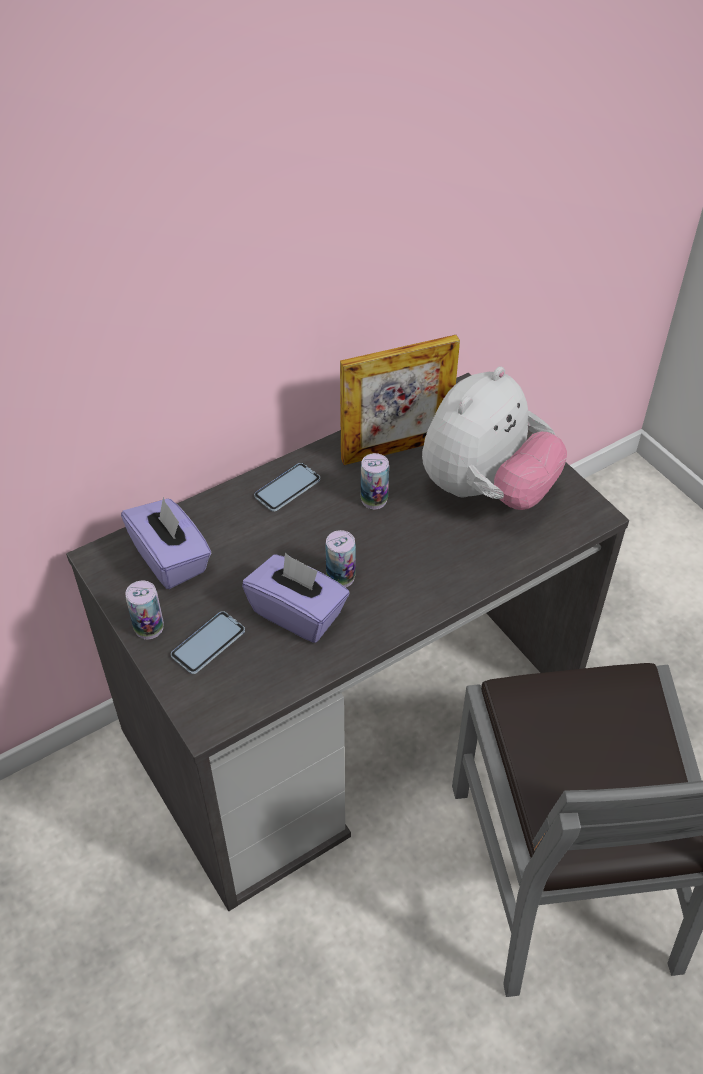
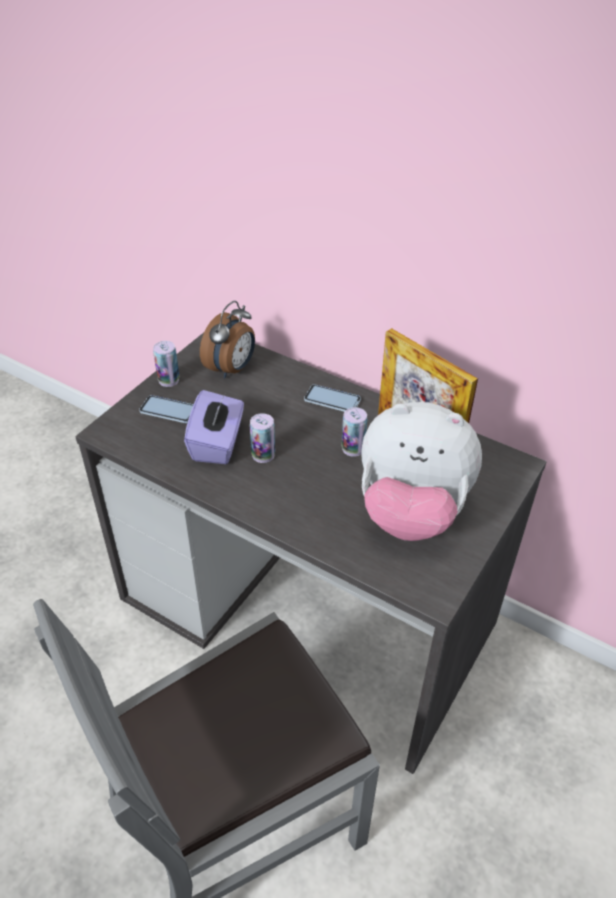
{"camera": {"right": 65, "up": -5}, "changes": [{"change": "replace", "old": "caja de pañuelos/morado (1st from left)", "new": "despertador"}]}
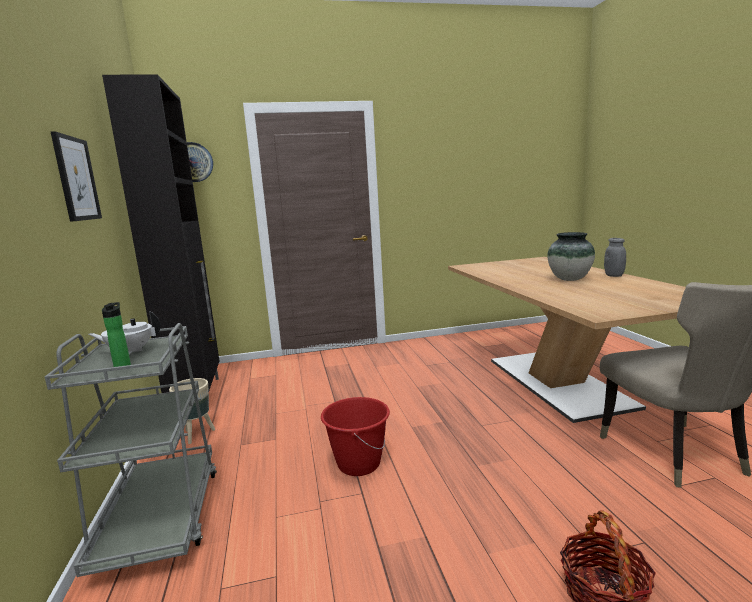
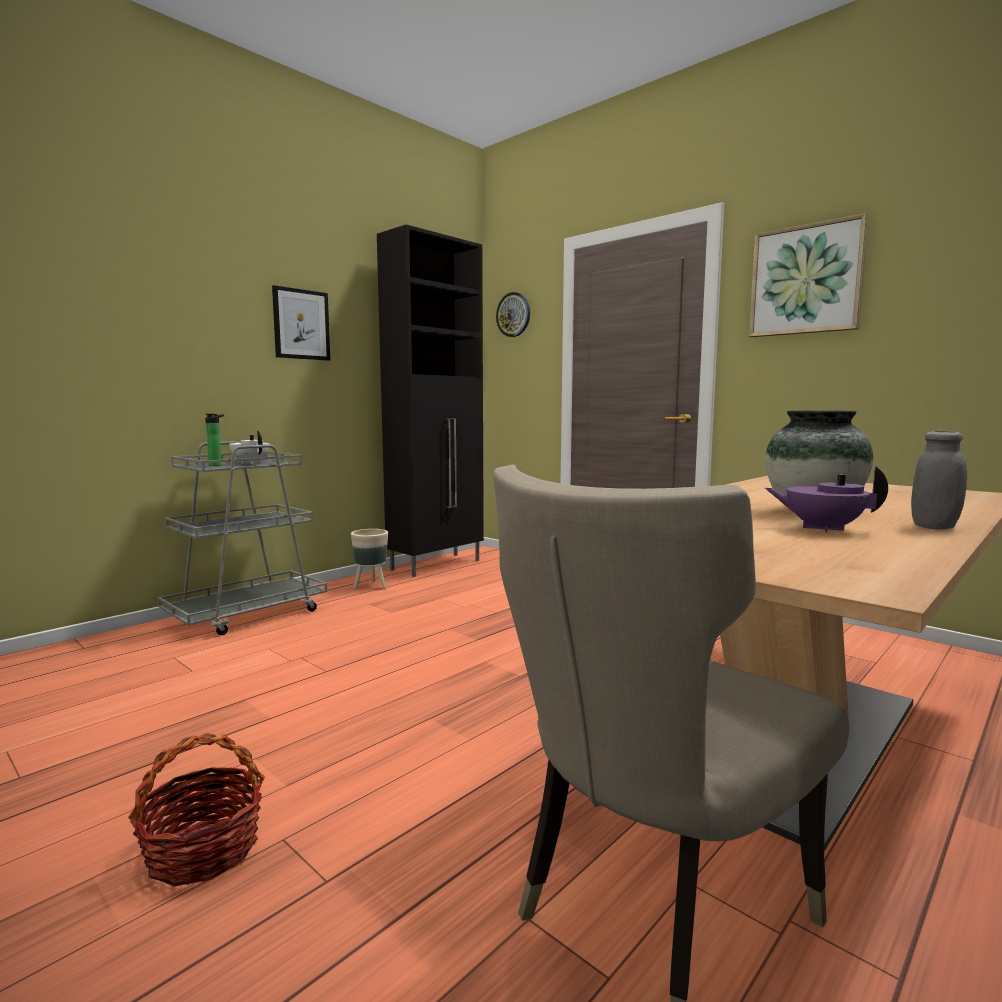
{"camera": {"right": 55, "up": -5}, "changes": [{"change": "delete", "old": "cubo/rojo"}, {"change": "insert", "new": "cuadro (2nd from left)"}, {"change": "insert", "new": "tetera/morado"}]}
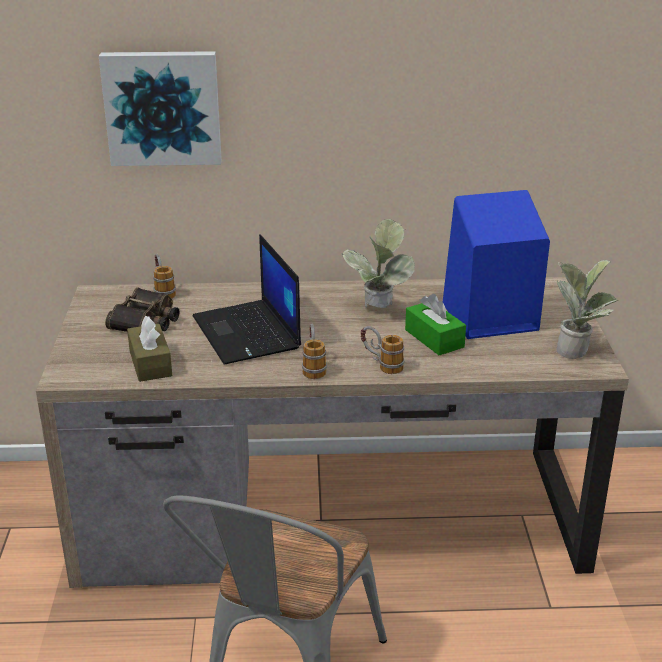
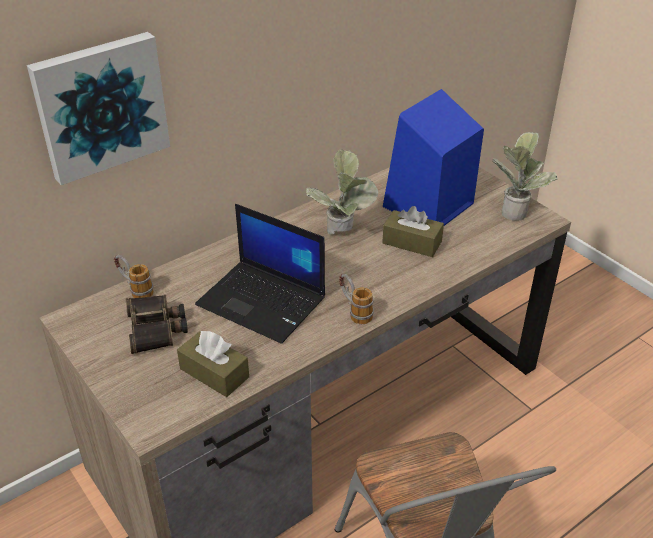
{"camera": {"right": -35, "up": 10}, "changes": [{"change": "recolor", "old": "caja de pañuelos/verde", "new": "caja de pañuelos/marrón (2nd from left)"}, {"change": "delete", "old": "taza grande (3rd from left)"}]}
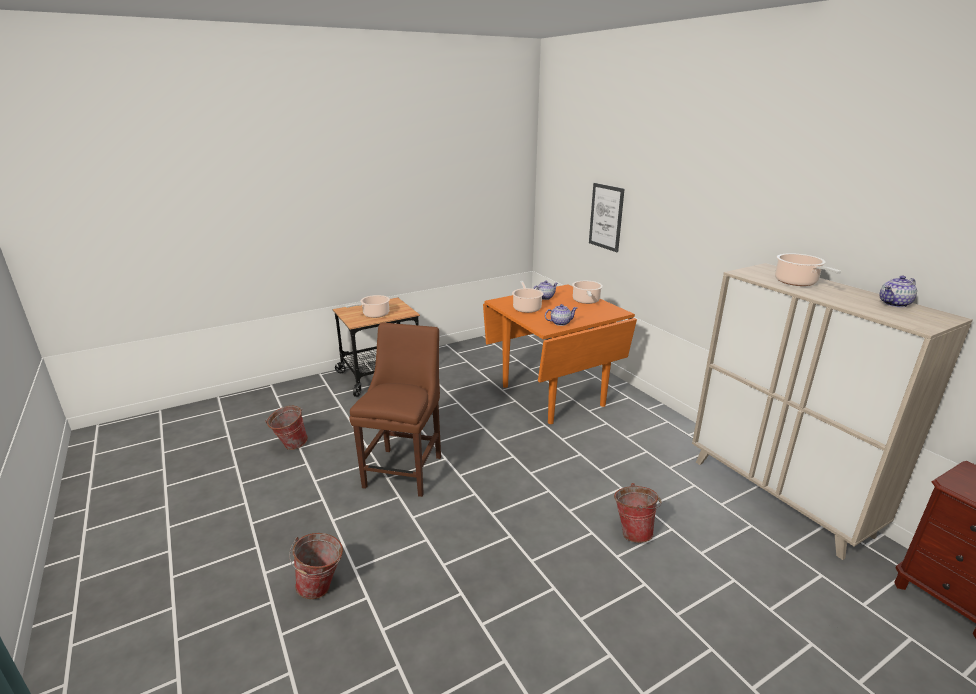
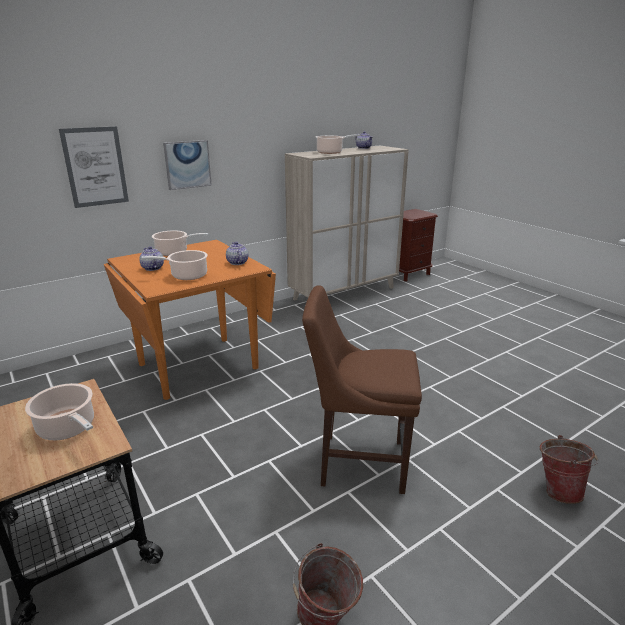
{"camera": {"right": -95, "up": 0}, "changes": [{"change": "delete", "old": "cubo (3rd from left)"}, {"change": "insert", "new": "cuadro (2nd from left)"}]}
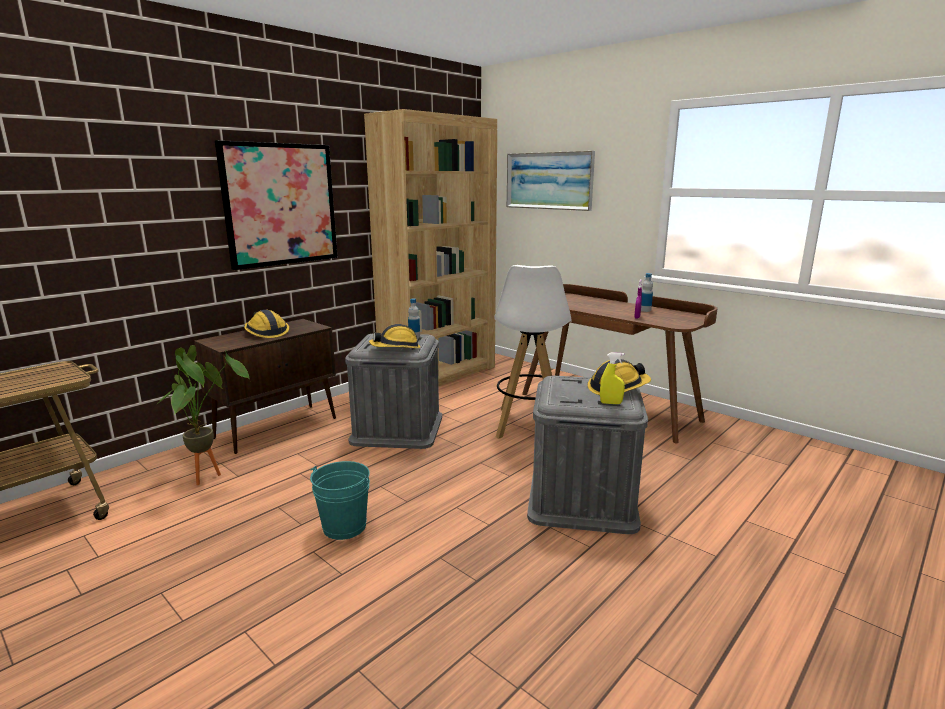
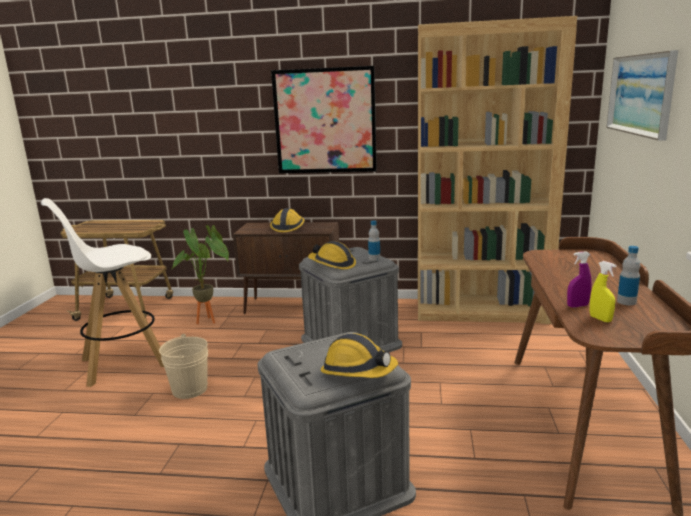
{"camera": {"right": 55, "up": 0}, "changes": [{"change": "move", "old": "taburete/blanco"}, {"change": "move", "old": "pulverizador/amarillo"}, {"change": "recolor", "old": "cubo/turquesa", "new": "cubo/beis"}]}
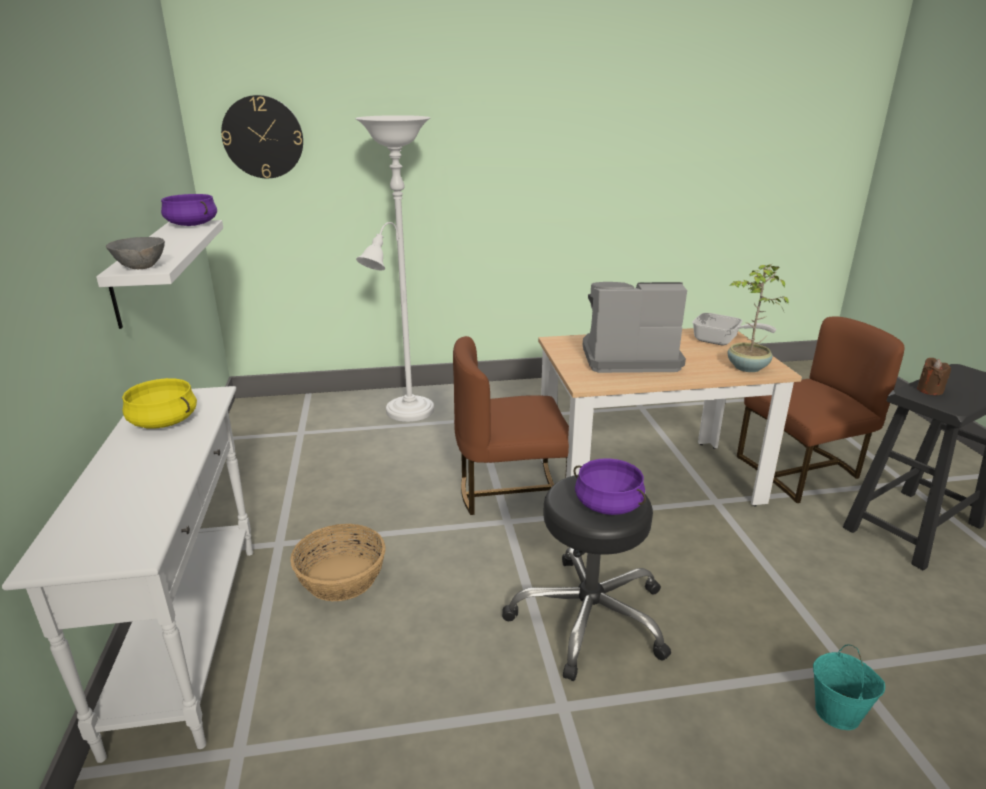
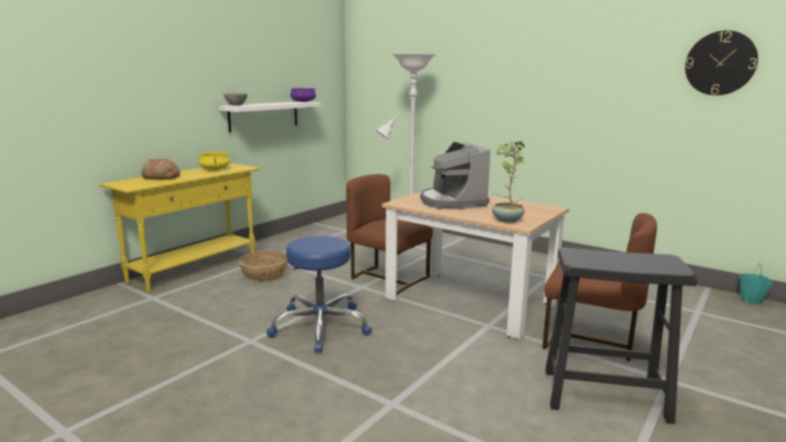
{"camera": {"right": 45, "up": -10}, "changes": [{"change": "move", "old": "reloj de pared"}, {"change": "rotate", "old": "cafetera", "degrees": -150}, {"change": "delete", "old": "sartén"}, {"change": "delete", "old": "vela/marrón"}, {"change": "recolor", "old": "mesa consola/blanco", "new": "mesa consola/amarillo"}, {"change": "delete", "old": "olla/morado (2nd from left)"}, {"change": "recolor", "old": "taburete/negro (1st from left)", "new": "taburete/azul"}, {"change": "move", "old": "cubo/turquesa"}, {"change": "insert", "new": "pan"}]}
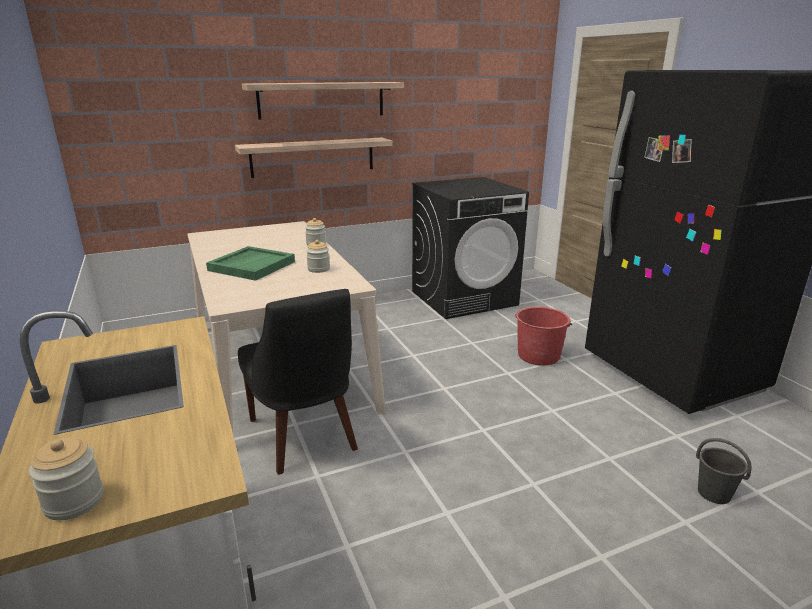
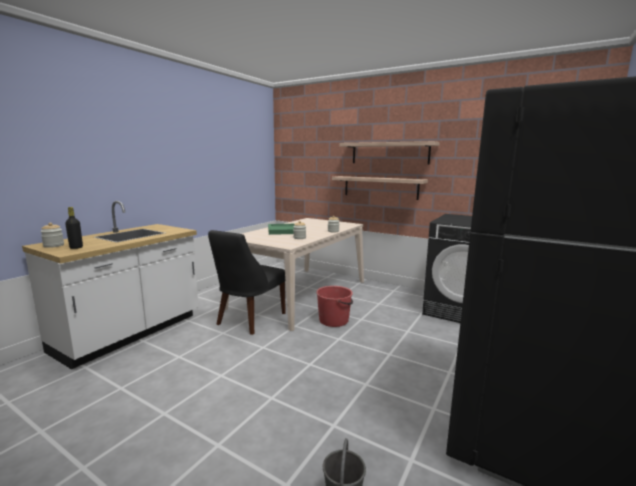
{"camera": {"right": 55, "up": -10}, "changes": [{"change": "move", "old": "cubo/rojo"}, {"change": "insert", "new": "botella/negro"}]}
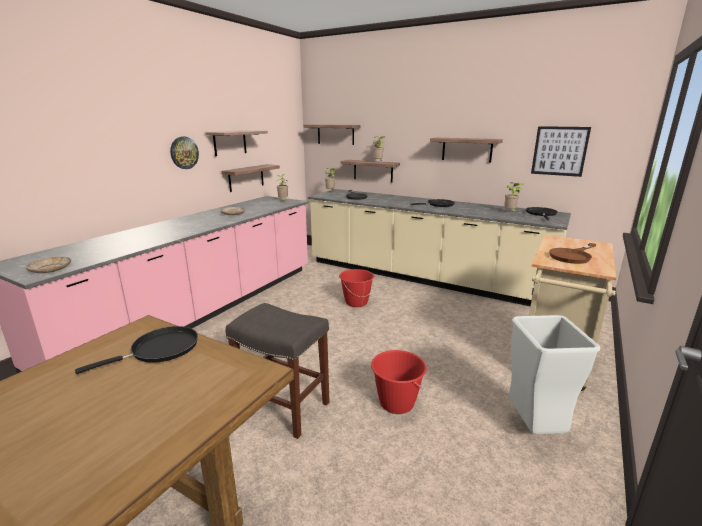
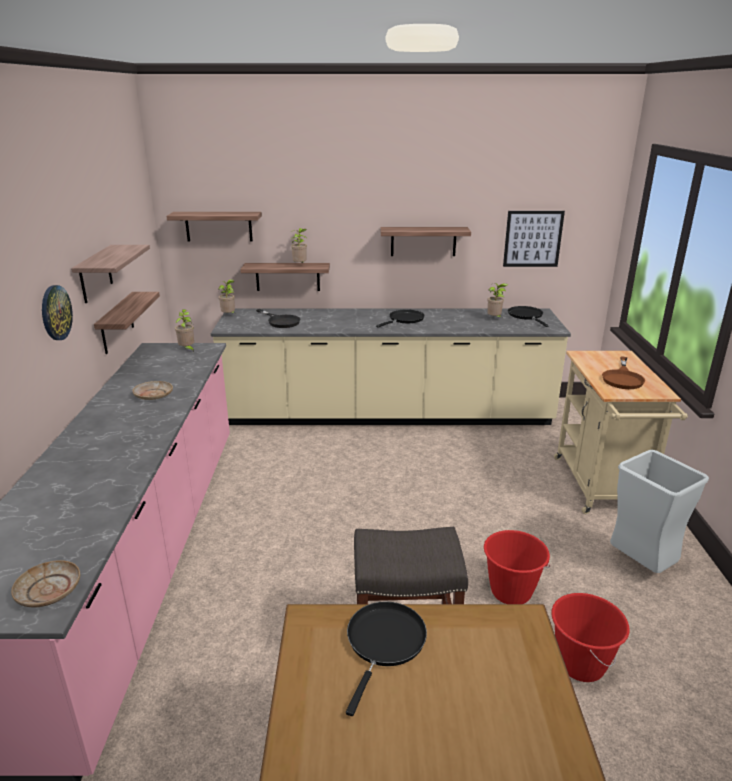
{"camera": {"right": -30, "up": 5}, "changes": [{"change": "move", "old": "cubo/rojo (1st from left in the first image)", "new": "cubo/rojo (2nd from left)"}]}
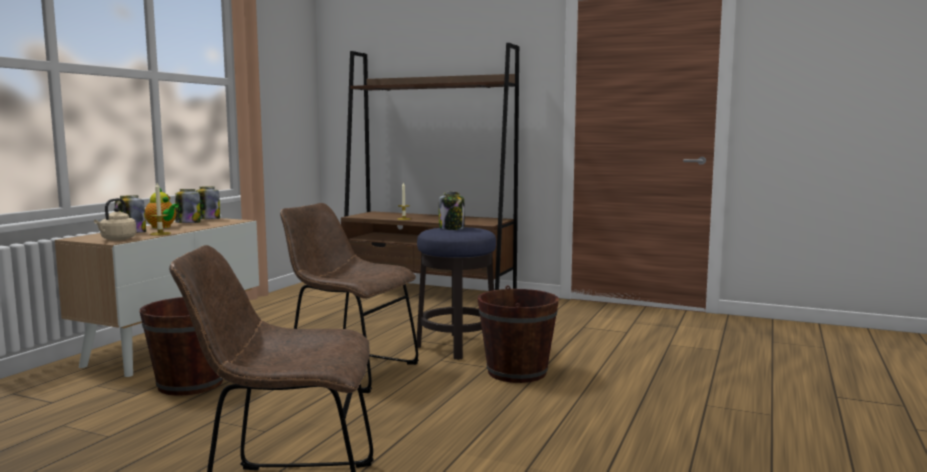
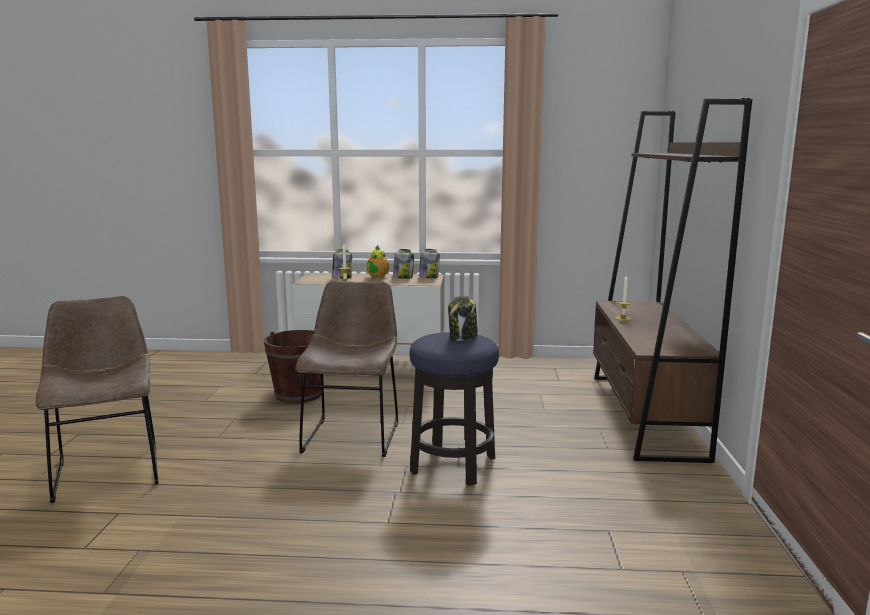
{"camera": {"right": 70, "up": 5}, "changes": [{"change": "delete", "old": "hervidor/beis"}, {"change": "delete", "old": "cubo/marrón (2nd from left)"}]}
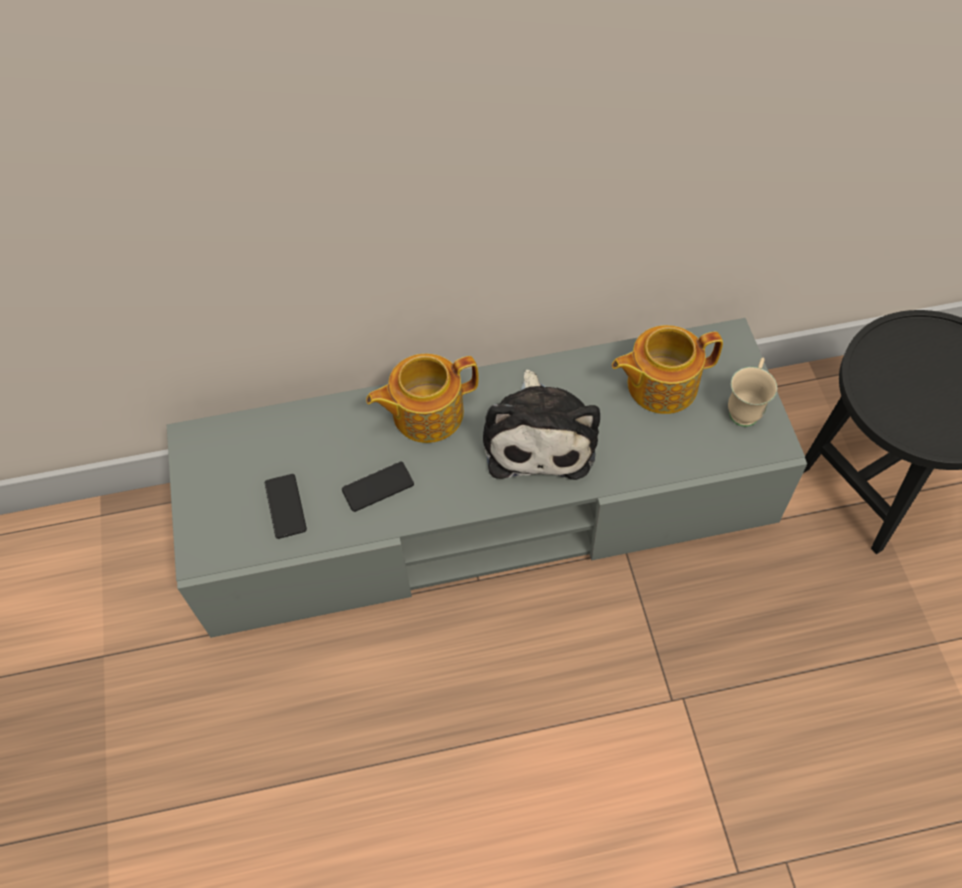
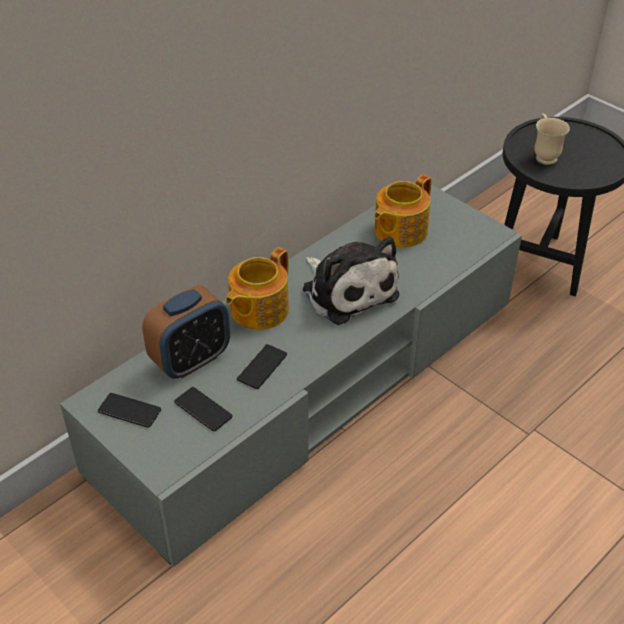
{"camera": {"right": -35, "up": -15}, "changes": [{"change": "move", "old": "taza grande/beis"}, {"change": "insert", "new": "despertador"}, {"change": "insert", "new": "móvil (1st from left)"}]}
